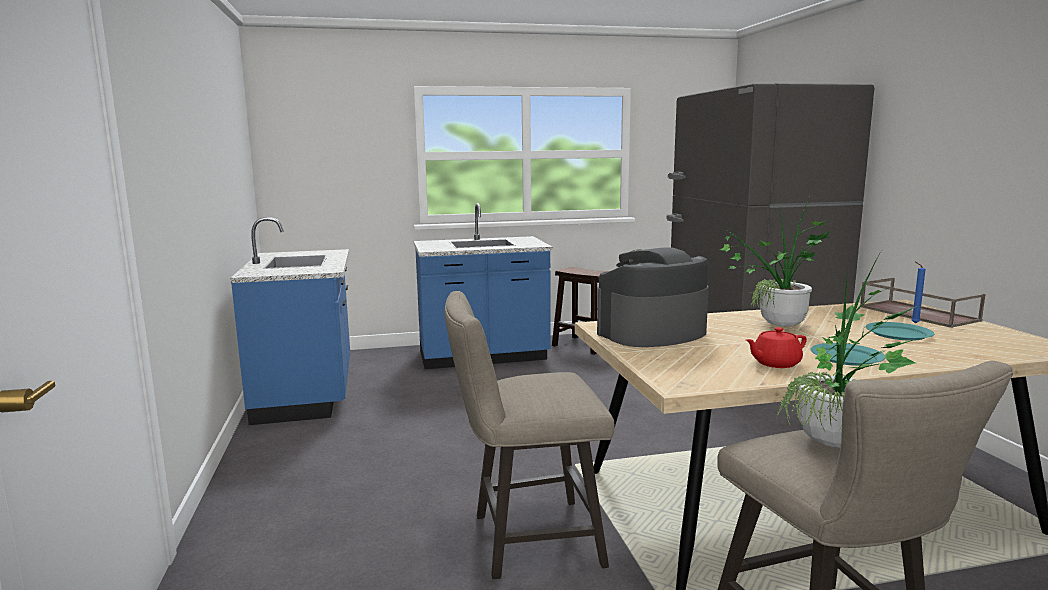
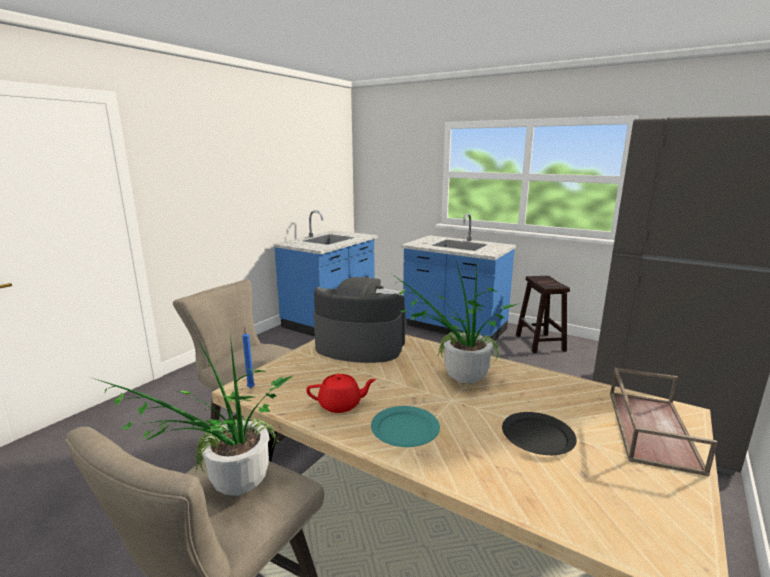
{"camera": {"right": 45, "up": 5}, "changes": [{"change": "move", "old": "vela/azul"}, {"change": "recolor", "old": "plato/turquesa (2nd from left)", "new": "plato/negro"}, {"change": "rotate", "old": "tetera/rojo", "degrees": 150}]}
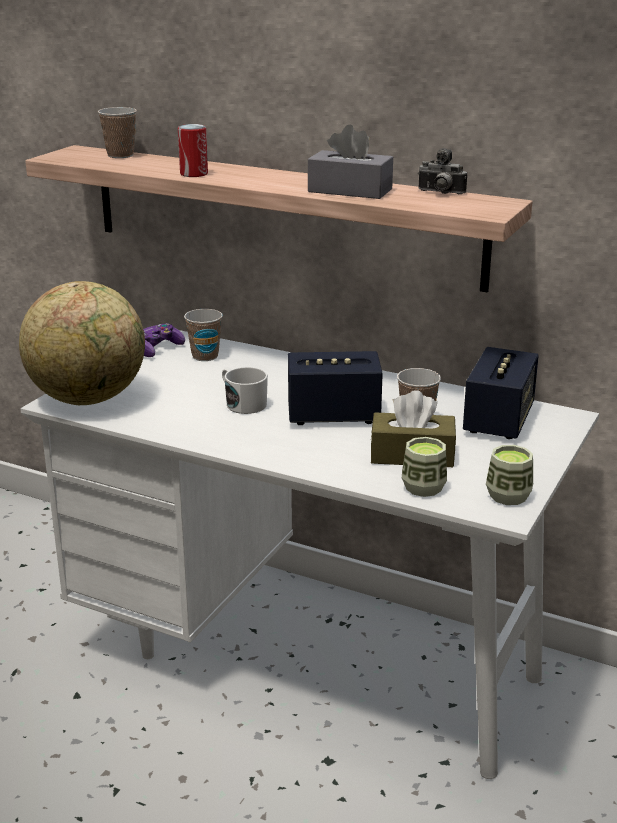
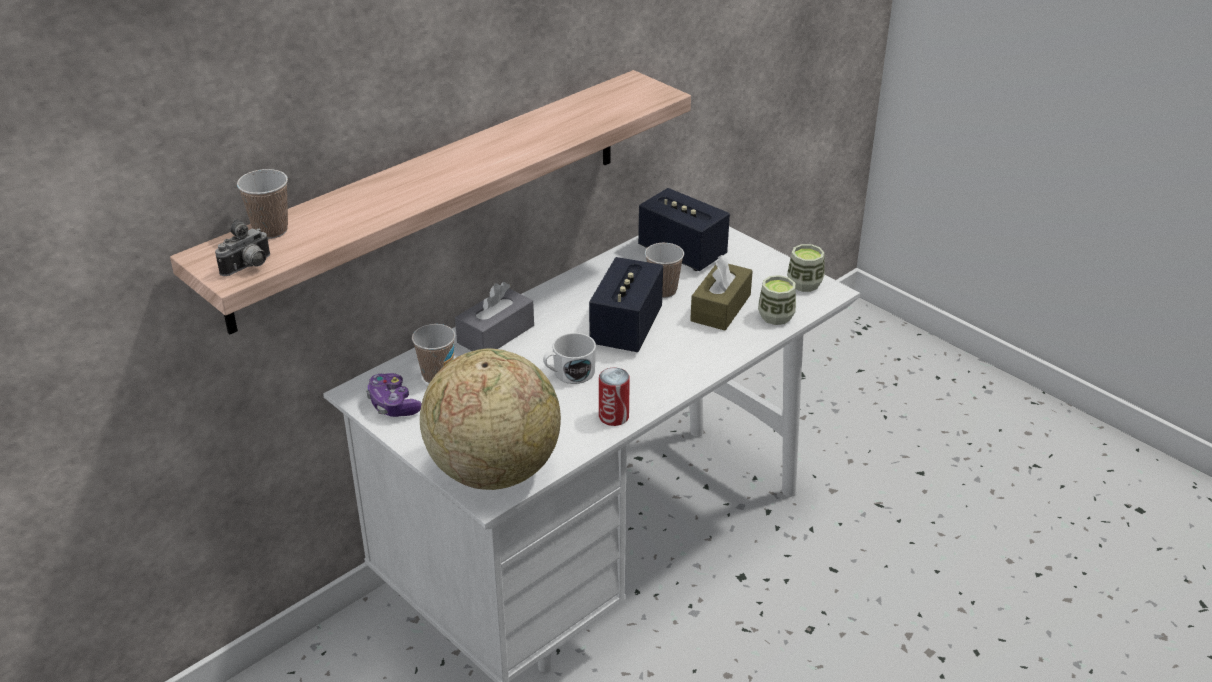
{"camera": {"right": -70, "up": 10}, "changes": [{"change": "move", "old": "lata"}, {"change": "move", "old": "caja de pañuelos/gris"}, {"change": "move", "old": "cámara"}]}
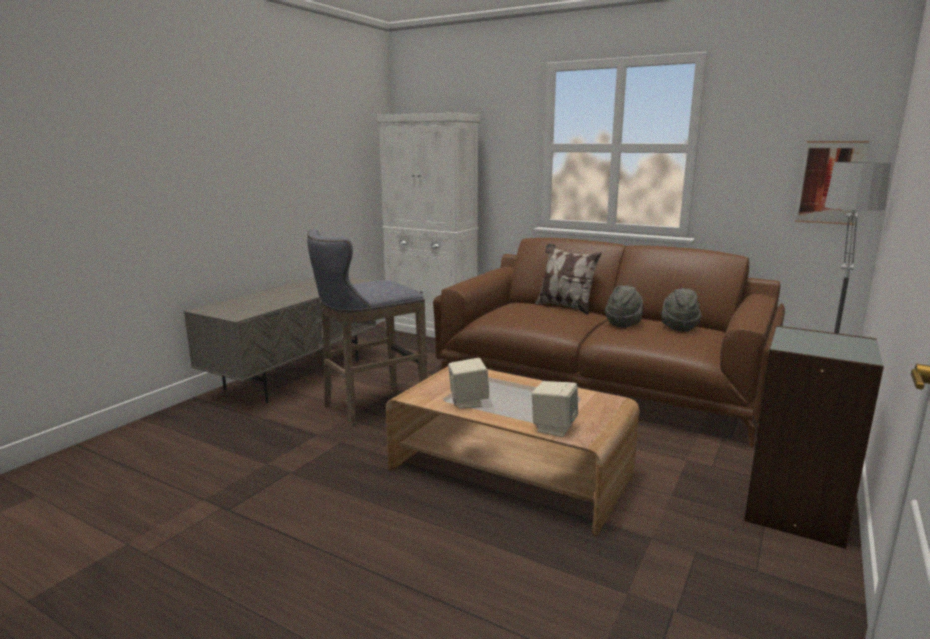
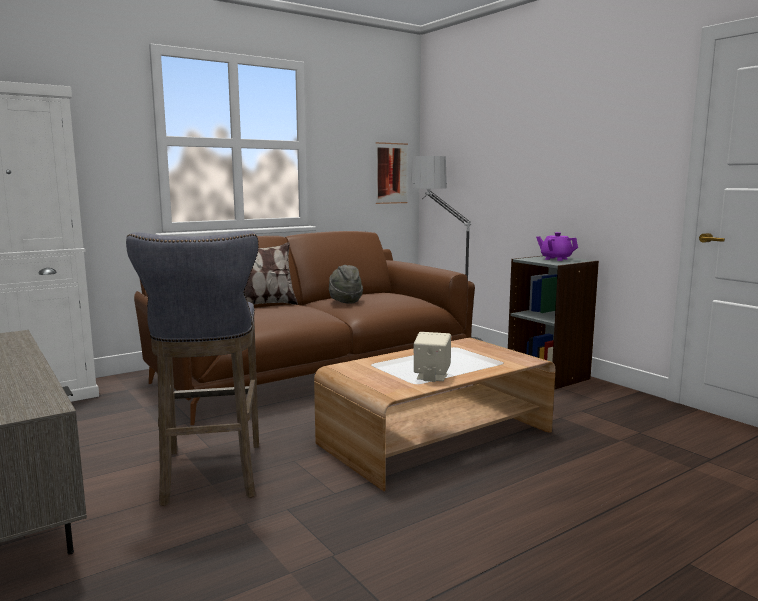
{"camera": {"right": -65, "up": -5}, "changes": [{"change": "delete", "old": "sombrero/gris (2nd from left)"}, {"change": "delete", "old": "altavoz/beis (2nd from left)"}, {"change": "insert", "new": "tetera/morado"}]}
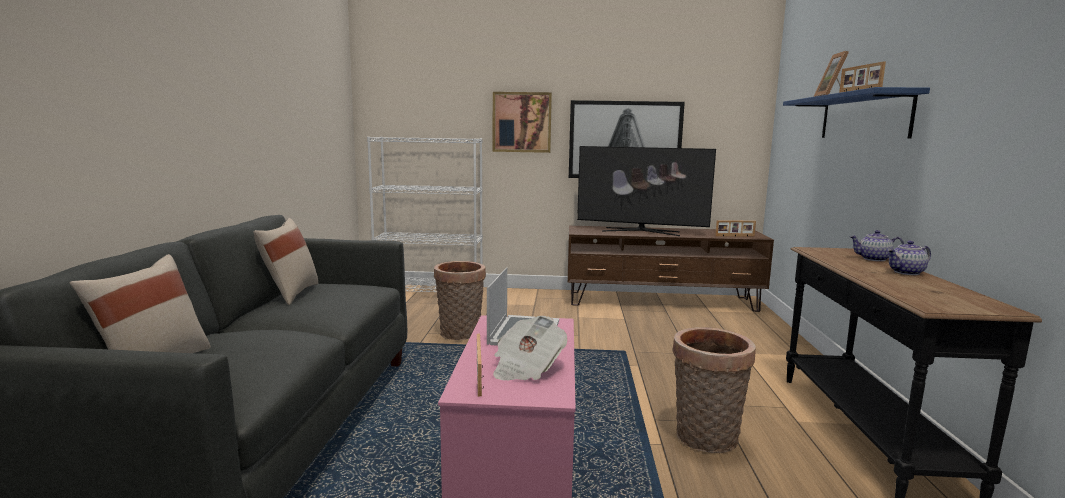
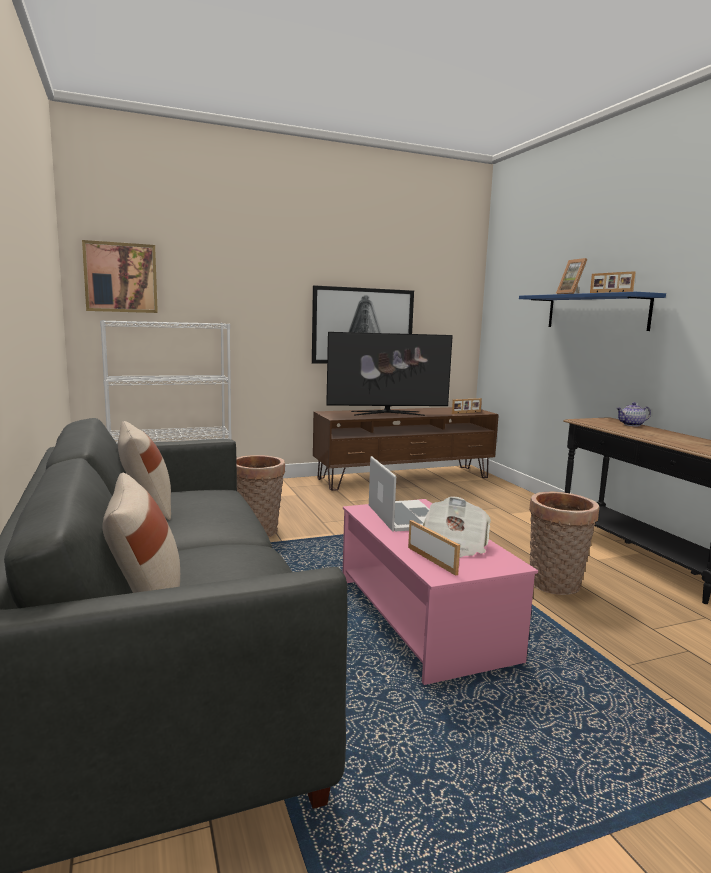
{"camera": {"right": -25, "up": 0}, "changes": [{"change": "move", "old": "cuadro (1st from left)"}, {"change": "delete", "old": "tetera (2nd from left)"}]}
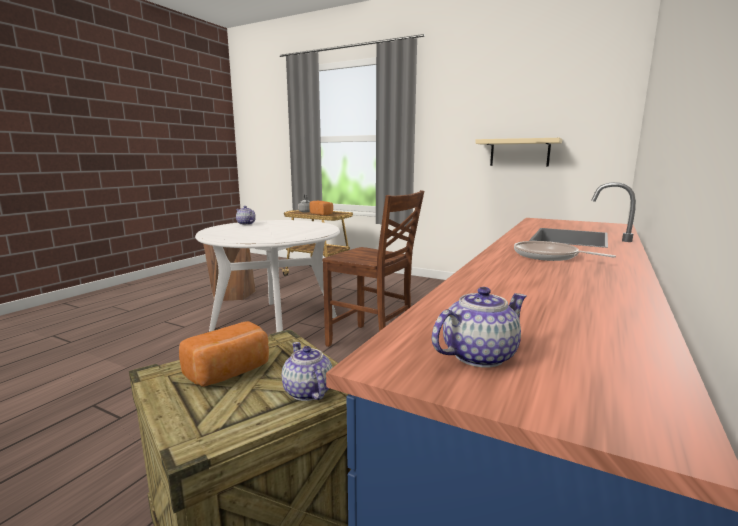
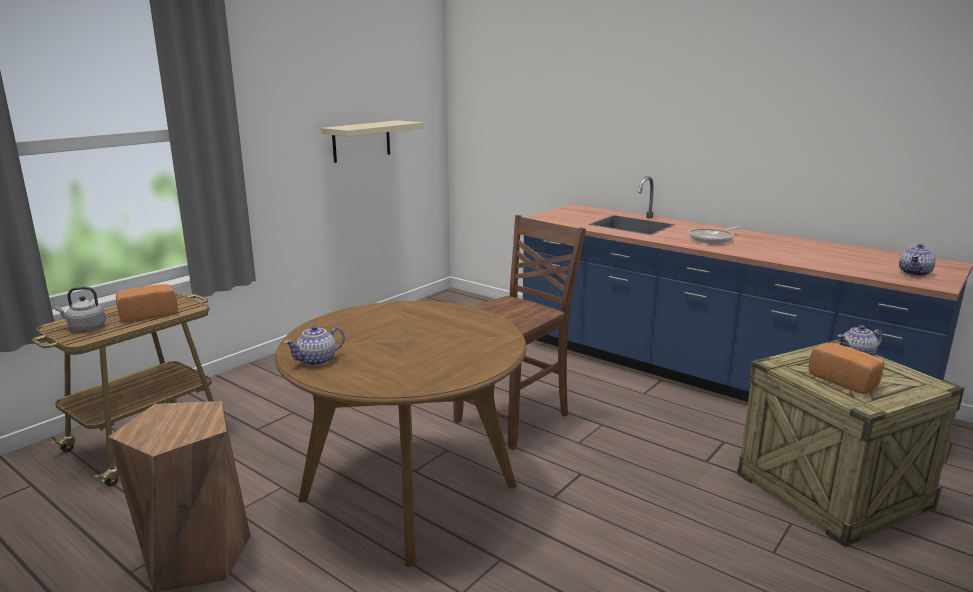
{"camera": {"right": -80, "up": 5}, "changes": [{"change": "recolor", "old": "mesa de comedor/blanco", "new": "mesa de comedor/marrón"}, {"change": "rotate", "old": "tetera (3rd from left)", "degrees": -120}]}
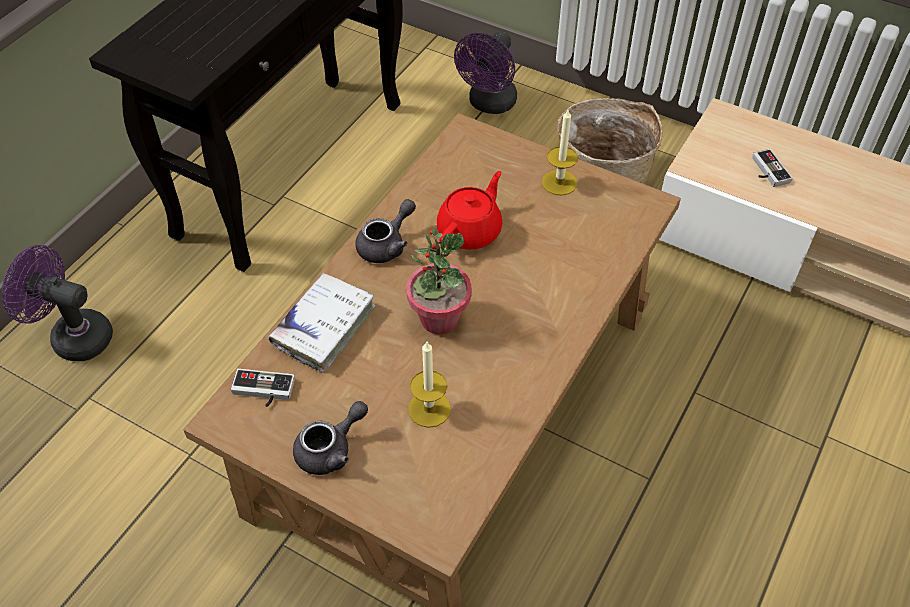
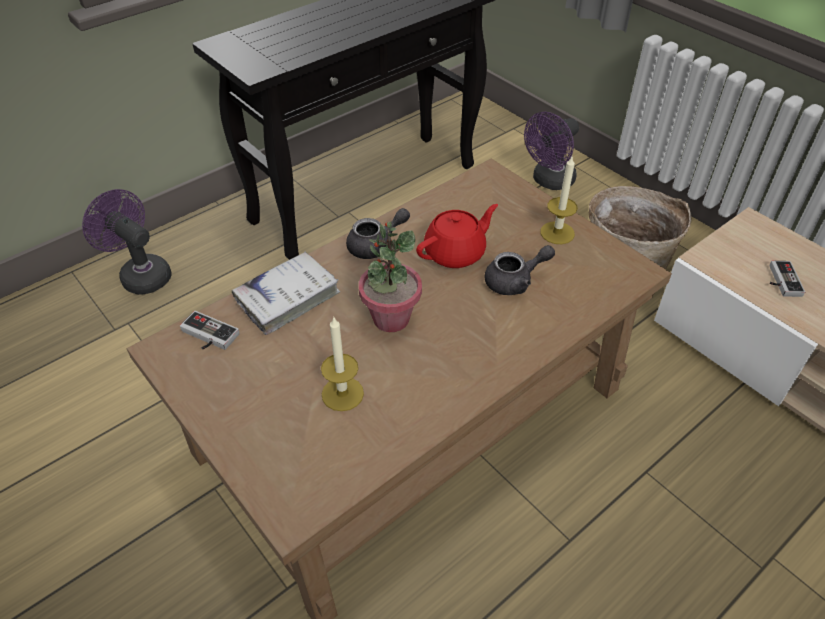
{"camera": {"right": 20, "up": -5}, "changes": [{"change": "move", "old": "tetera/gris (1st from left in the first image)", "new": "tetera/gris (2nd from left)"}]}
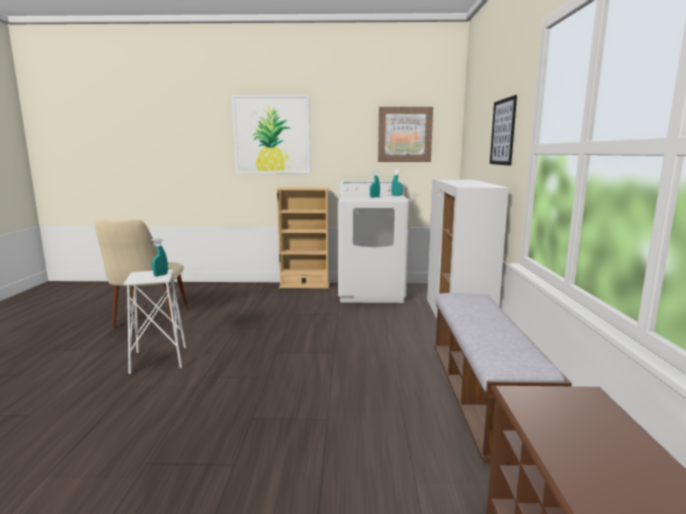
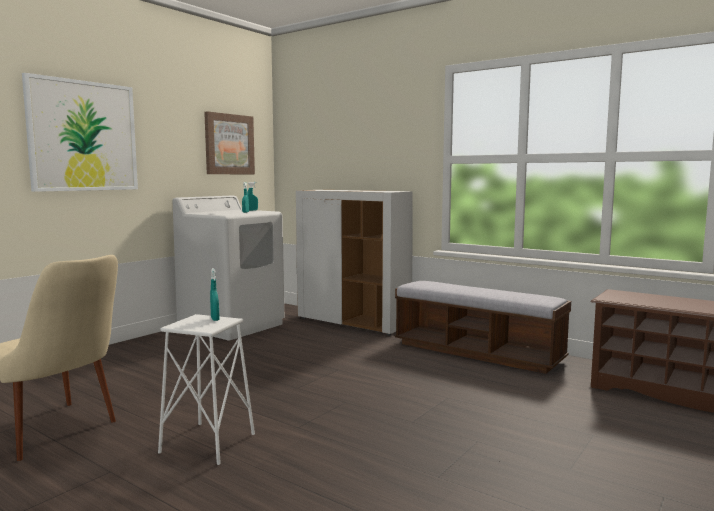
{"camera": {"right": -55, "up": -5}, "changes": [{"change": "delete", "old": "cuadro (3rd from left)"}, {"change": "delete", "old": "estantería/beis"}]}
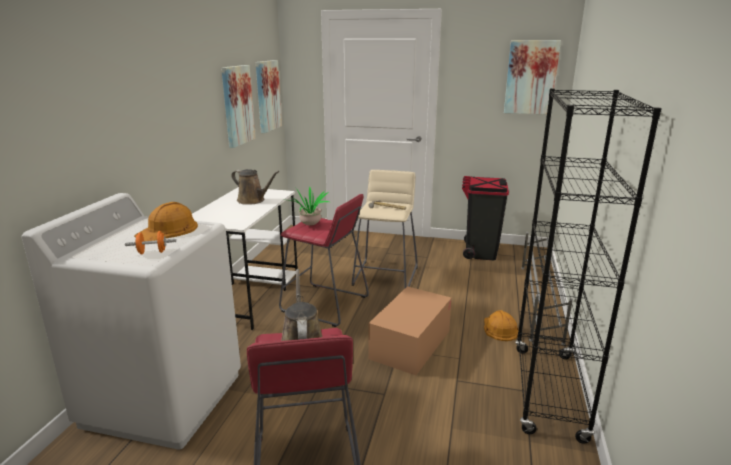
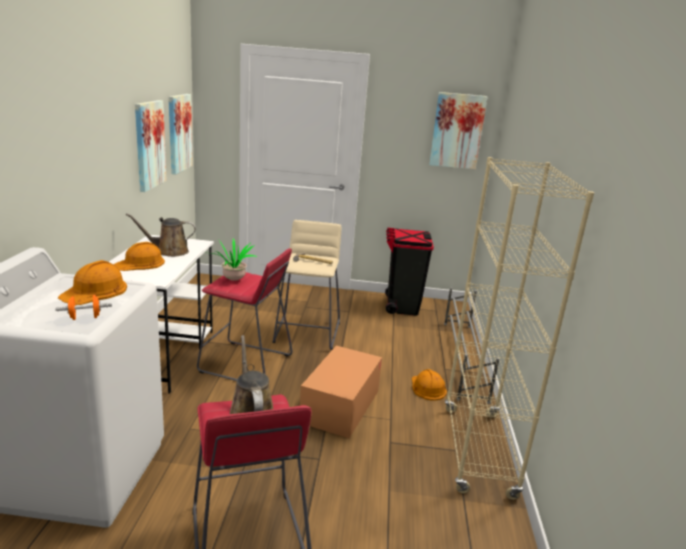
{"camera": {"right": -10, "up": 0}, "changes": [{"change": "recolor", "old": "estantería/negro", "new": "estantería/beis"}, {"change": "rotate", "old": "regadera/marrón (1st from left)", "degrees": 150}, {"change": "insert", "new": "casco/naranja (2nd from left)"}]}
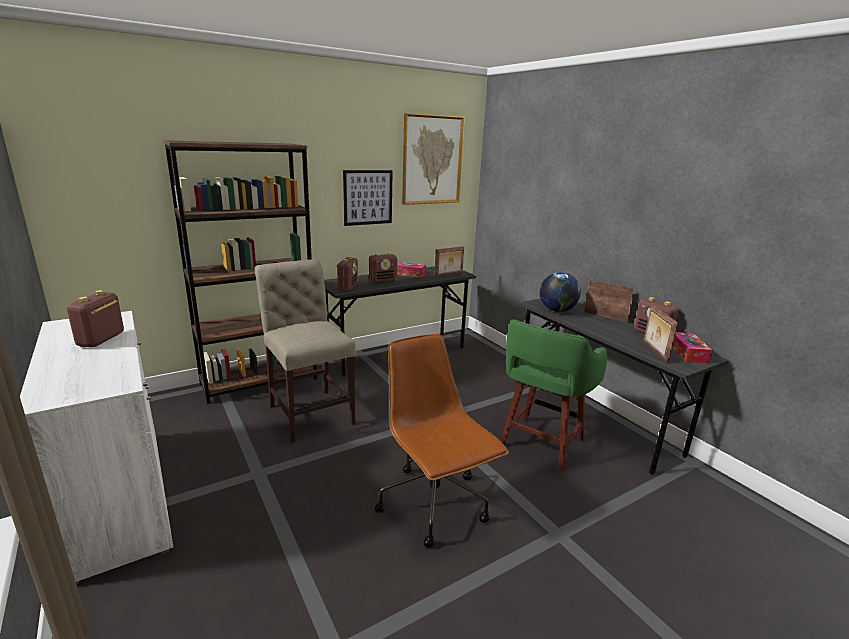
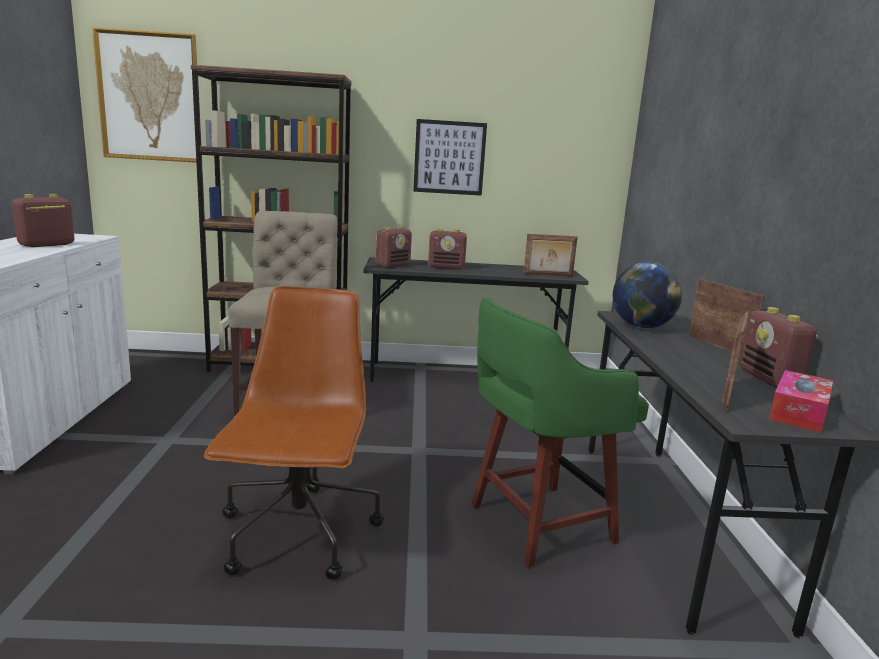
{"camera": {"right": 30, "up": -5}, "changes": [{"change": "move", "old": "cuadro (2nd from left in the first image)", "new": "cuadro (1st from left)"}, {"change": "delete", "old": "caja de pañuelos (1st from left)"}]}
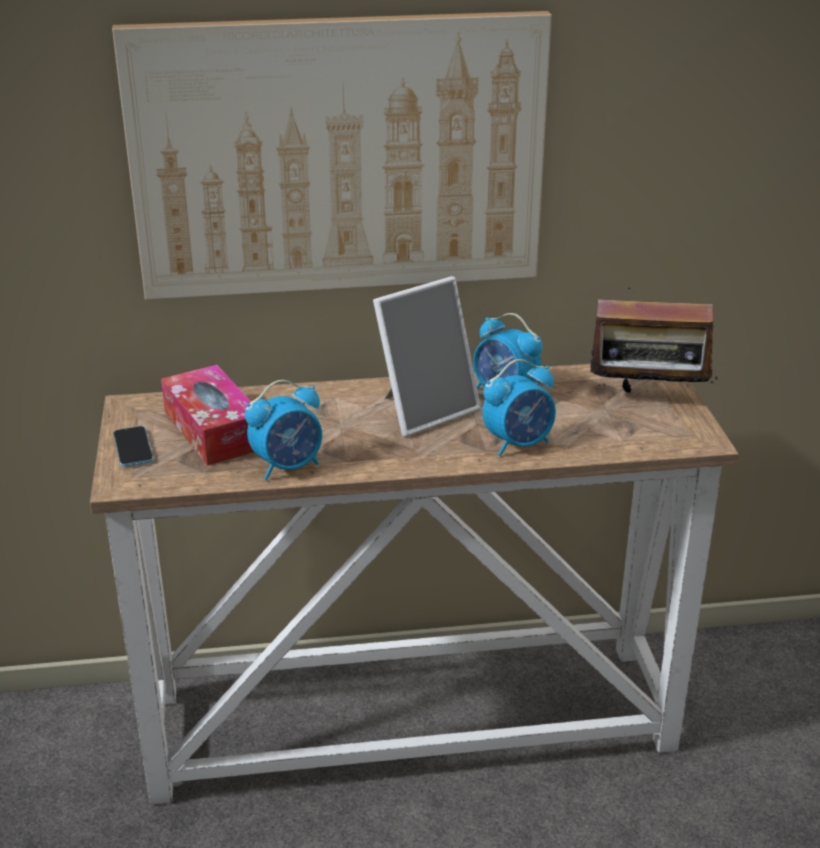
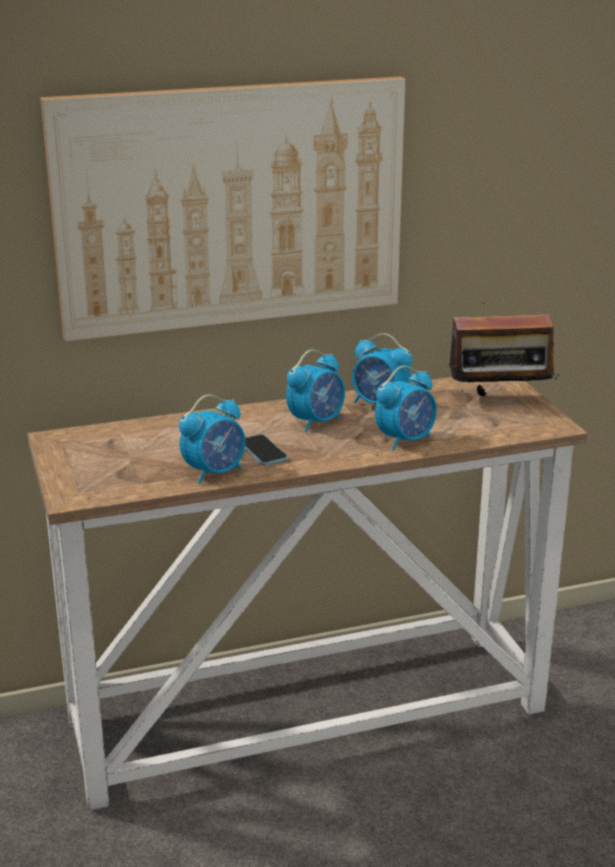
{"camera": {"right": -10, "up": -5}, "changes": [{"change": "replace", "old": "portarretratos", "new": "despertador (2nd from left)"}, {"change": "delete", "old": "caja de pañuelos"}, {"change": "move", "old": "móvil"}]}
